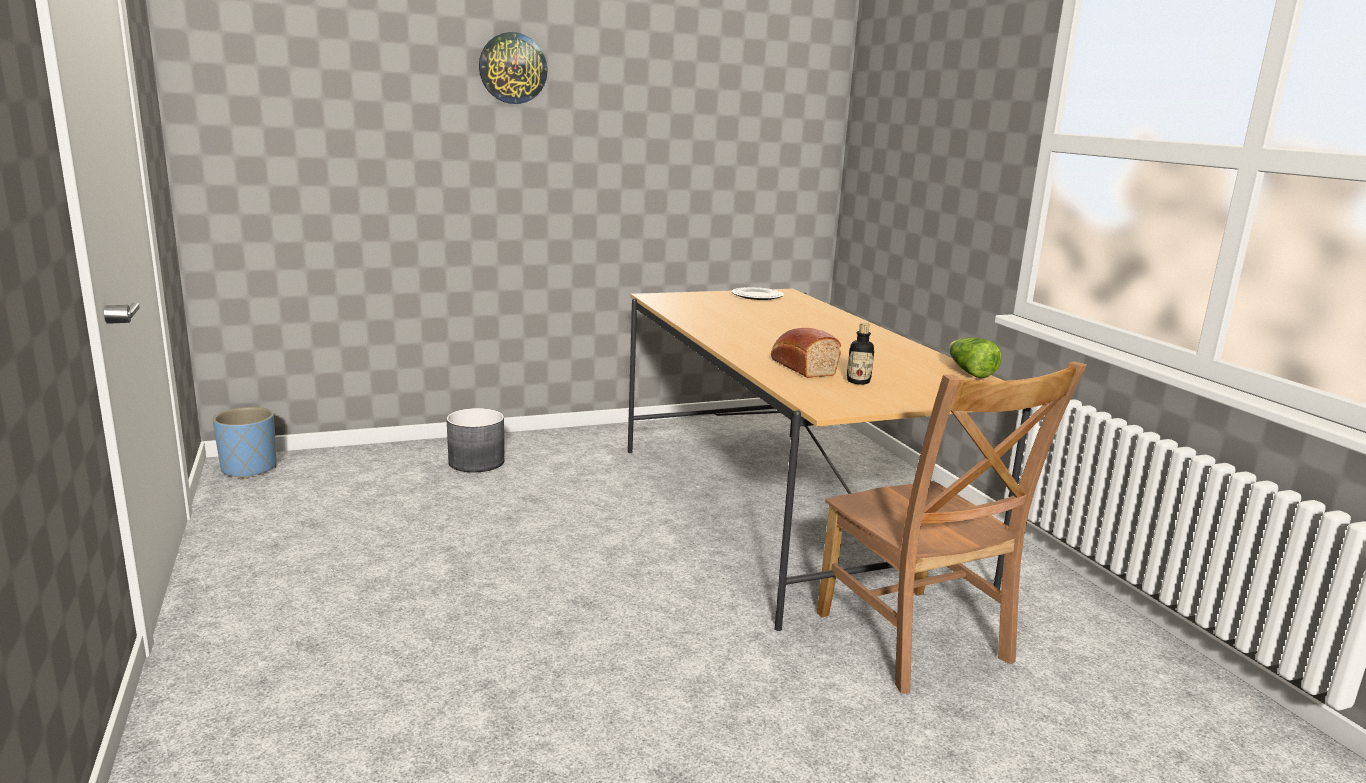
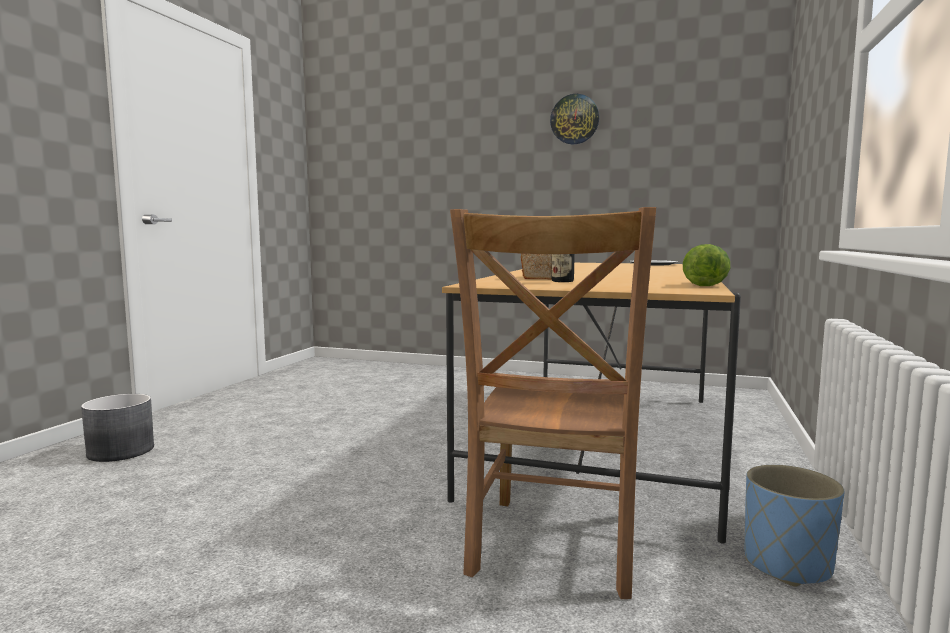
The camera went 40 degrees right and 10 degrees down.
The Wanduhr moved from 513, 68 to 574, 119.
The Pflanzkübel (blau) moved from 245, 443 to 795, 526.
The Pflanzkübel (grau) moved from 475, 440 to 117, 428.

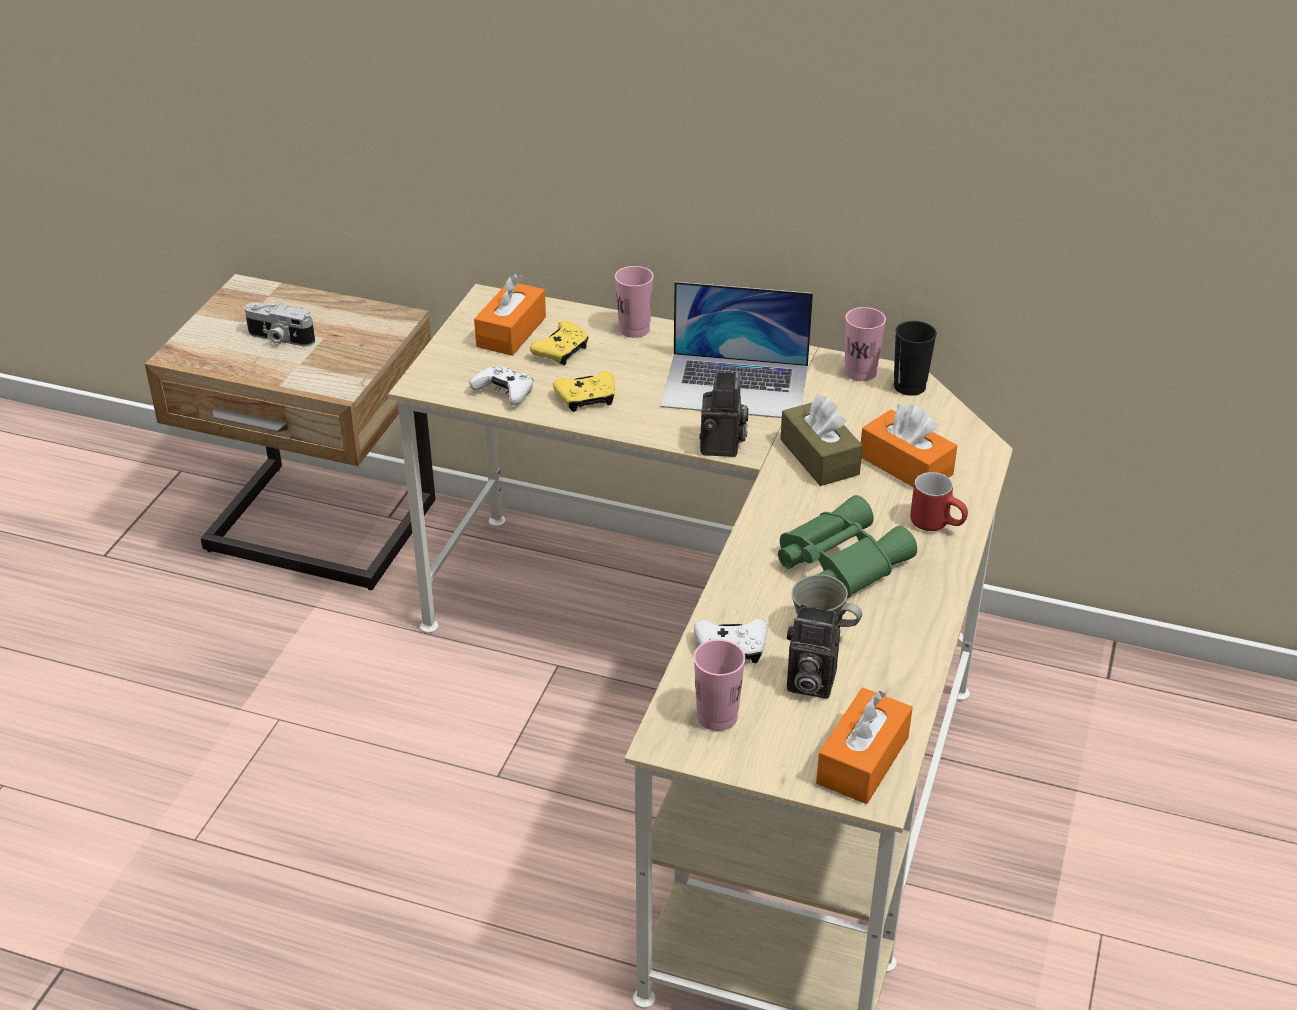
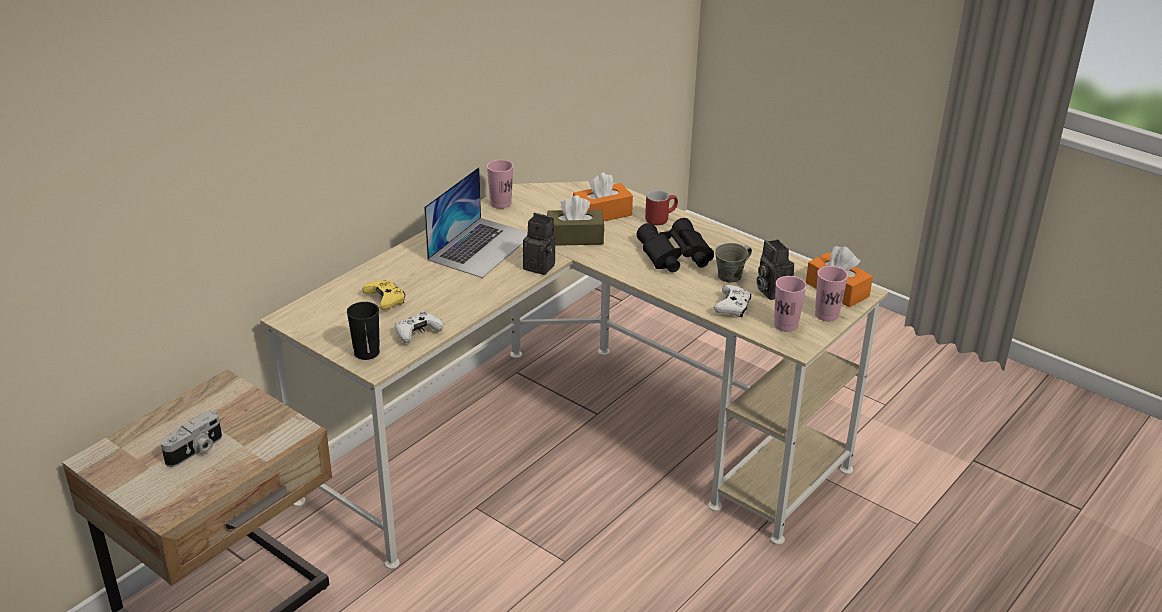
The camera went 70 degrees left and 5 degrees down.
The Tasse (rosa) moved from 634, 302 to 831, 293.
The Taschentuchbox (orange) at 510, 314 disappeared.
The Tasse (schwarz) moved from 915, 358 to 363, 331.
The Gamepad (gelb) at 584, 391 disappeared.
The Fernglas (grün) at 847, 546 became the Fernglas (schwarz) at 675, 245.
The Kamera at 813, 652 turned 120 degrees clockwise.

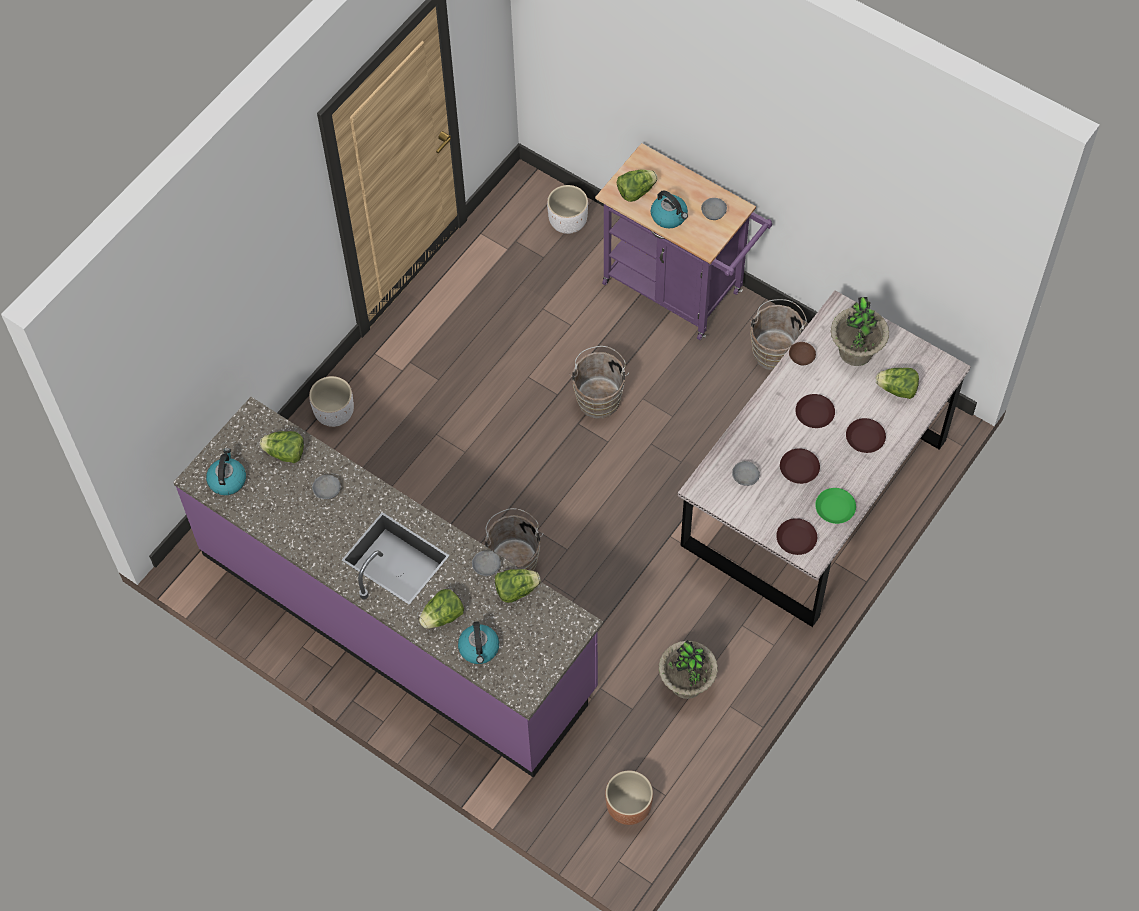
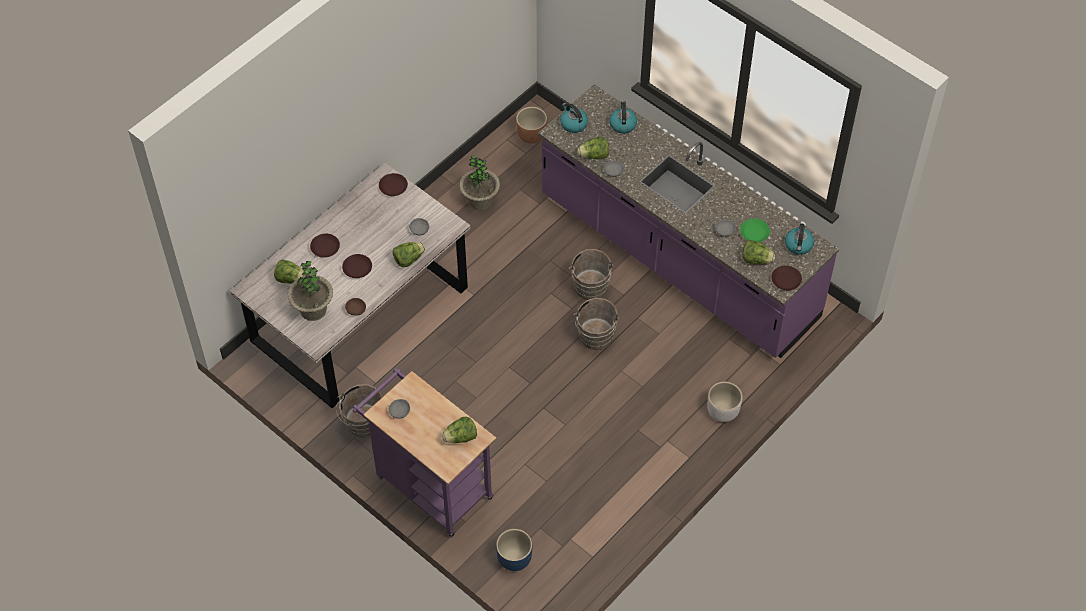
The camera went 175 degrees left and 5 degrees down.
The Pflanzkübel (weiß) at 567, 209 became the Pflanzkübel (blau) at 514, 550.
The Wasserkessel moved from 669, 209 to 574, 118.
The Eimer (braun) moved from 599, 382 to 596, 324.
The Teller (braun) moved from 800, 466 to 786, 278.
The Teller (grün) moved from 835, 506 to 755, 230.
The Salatkopf moved from 441, 608 to 409, 254.

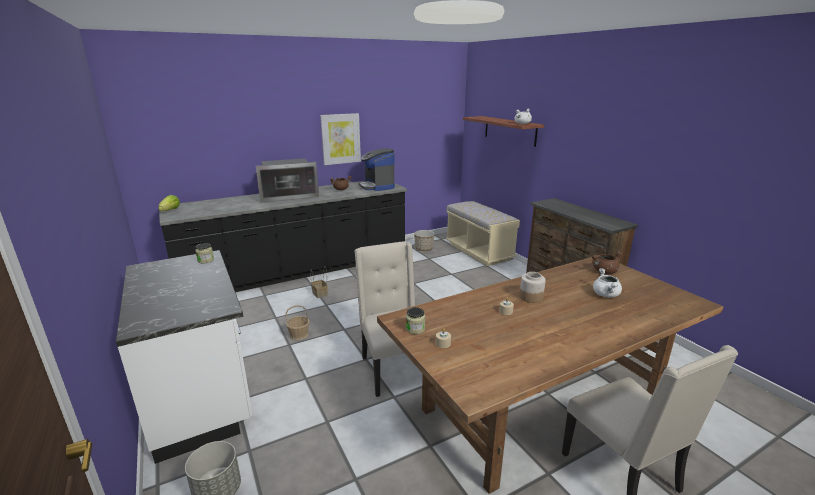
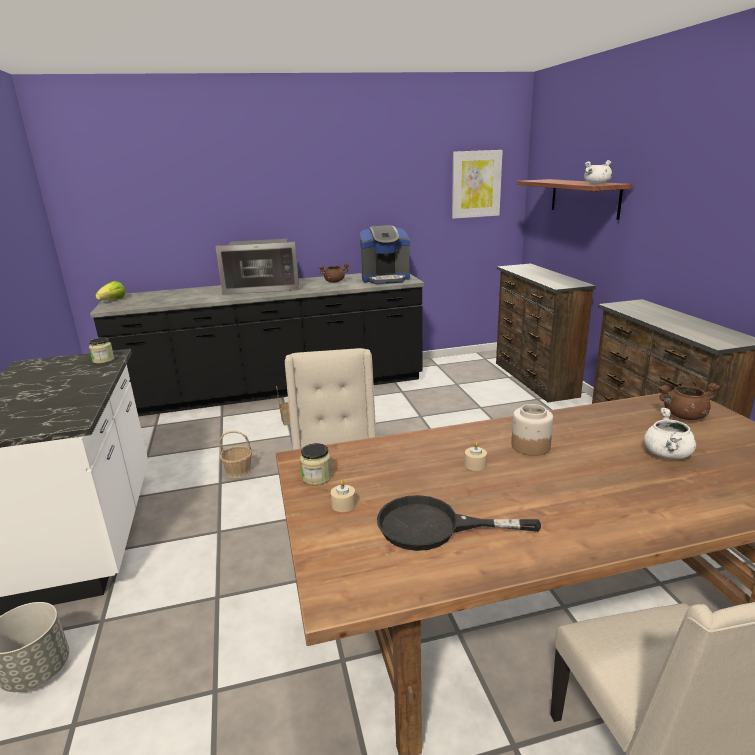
The camera went 15 degrees right and 0 degrees up.
The Bild moved from 340, 139 to 477, 184.
The Kaffeemaschine at 377, 170 turned 90 degrees counterclockwise.
The Bank (beige) at 483, 233 was replaced by the Kommode (braun) at 546, 333.
The Pflanzkübel at 424, 240 disappeared.
The Pfanne (schwarz) at 459, 523 appeared.

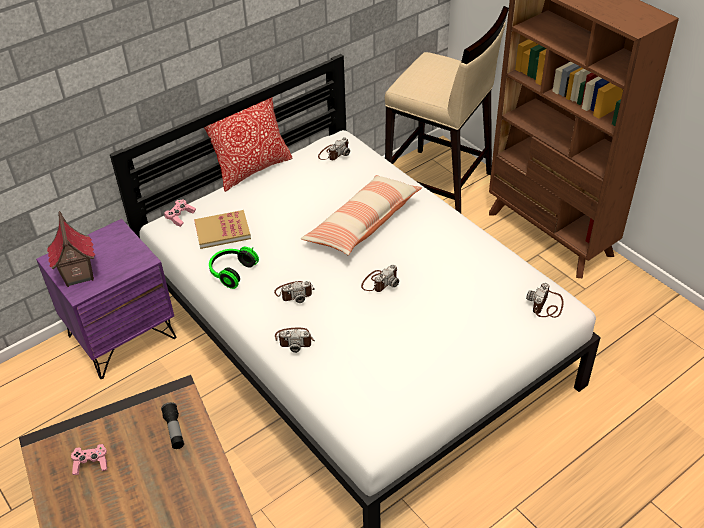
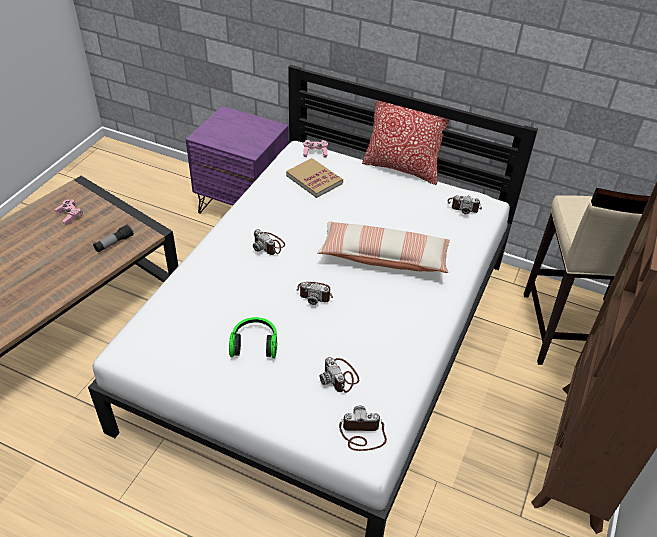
The camera went 60 degrees right and 0 degrees up.
The Spielzeughaus at 71, 249 disappeared.
The Kopfhörer moved from 234, 268 to 253, 337.
The Kamera moved from 295, 340 to 339, 375.

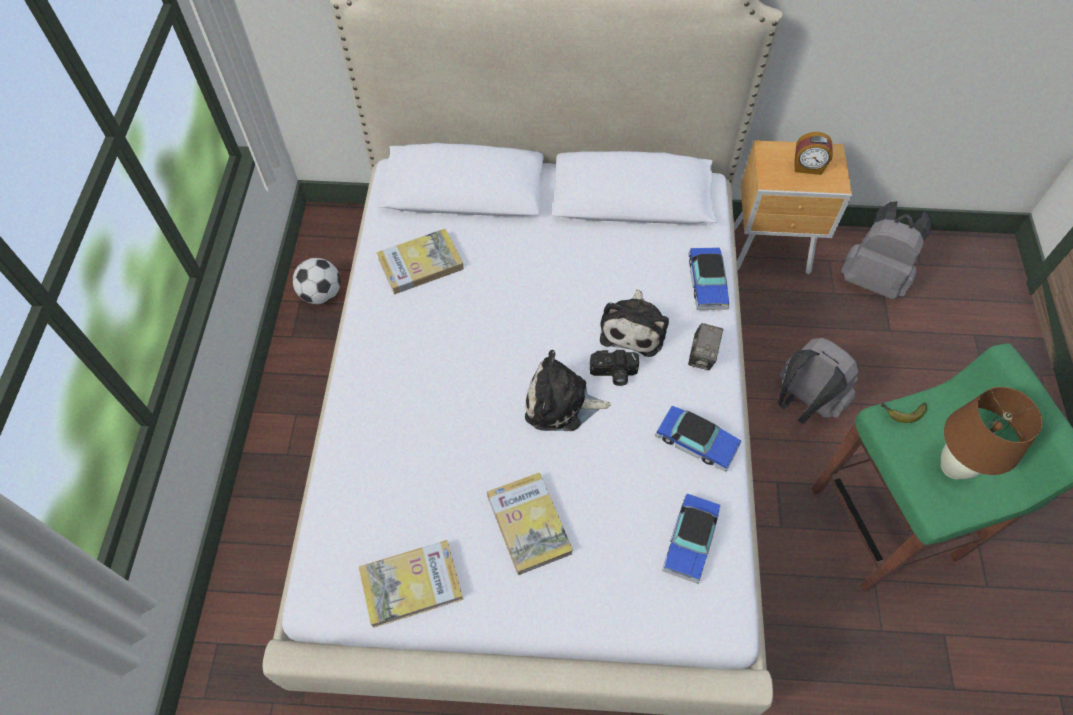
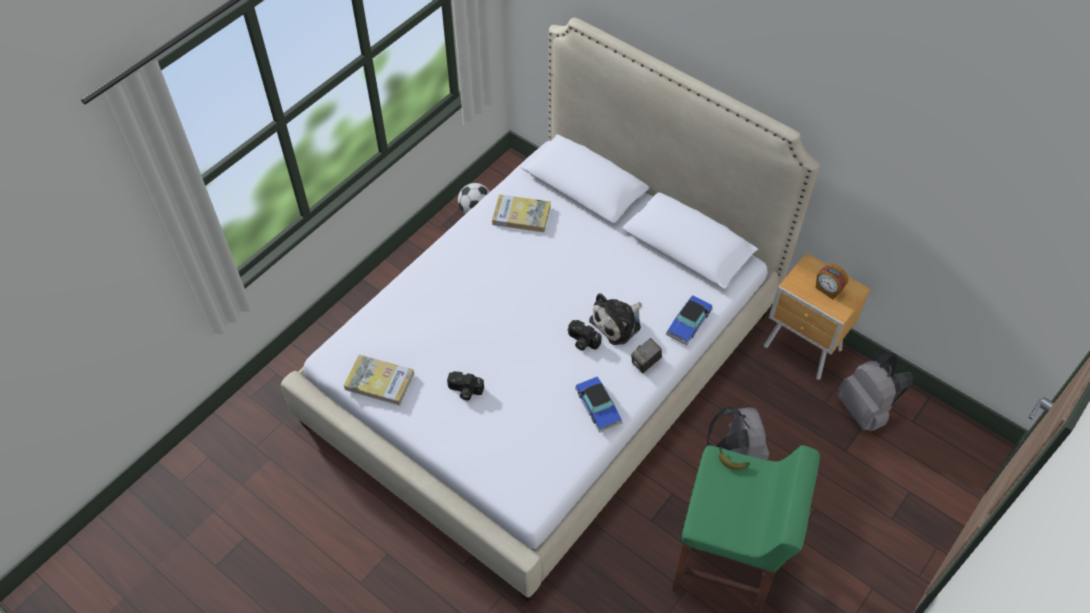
The camera went 35 degrees right and 5 degrees down.
The Plüschtier at 568, 390 disappeared.
The Tischlampe (braun) at 992, 433 disappeared.
The Buch at 530, 523 was replaced by the Kamera at 465, 385.
The Spielzeugauto at 691, 538 disappeared.

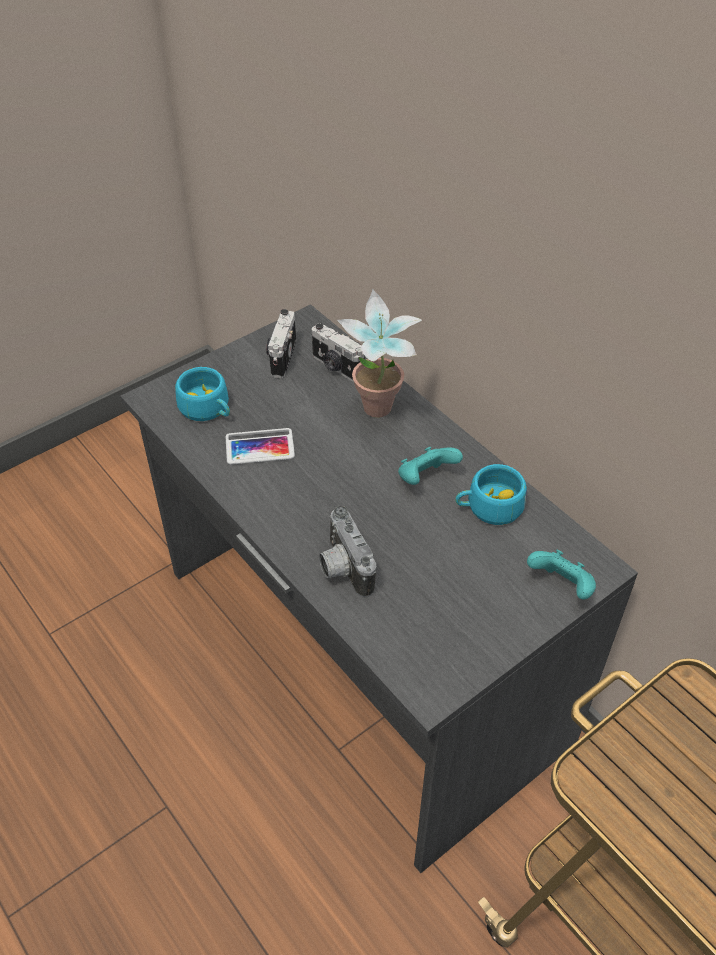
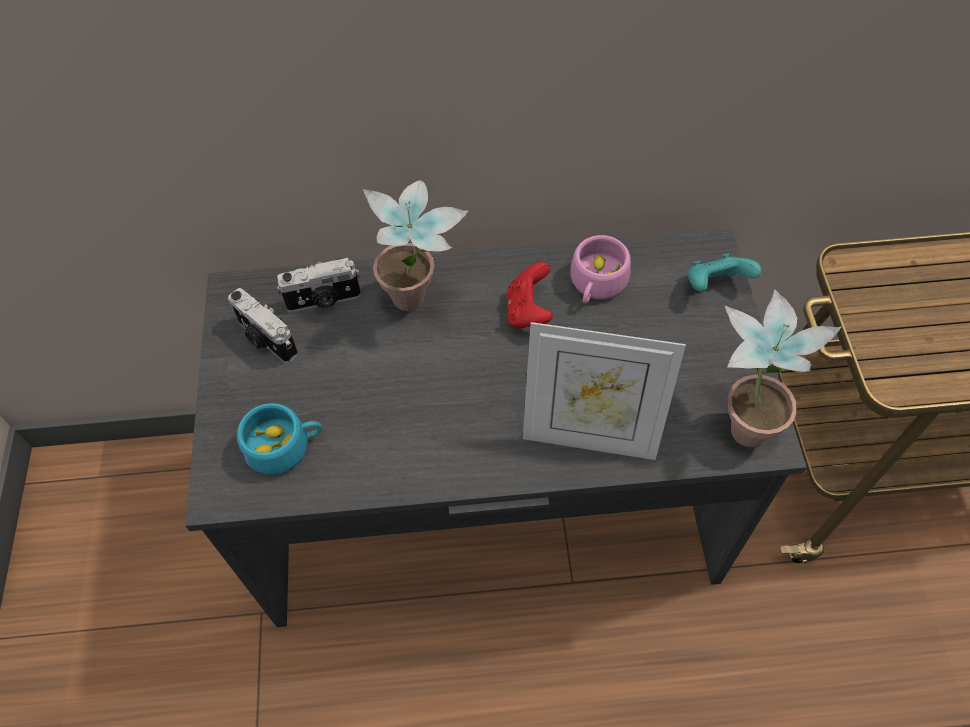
The camera went 55 degrees left and 10 degrees up.
The Handy at 260, 446 disappeared.
The Gamepad (türkis) at 430, 466 became the Gamepad (rot) at 529, 295.
The Tasse (türkis) at 491, 494 became the Tasse (rosa) at 600, 269.
The Kamera at 347, 551 was replaced by the Bilderrahmen at 604, 391.
The Topfpflanze at 783, 368 appeared.

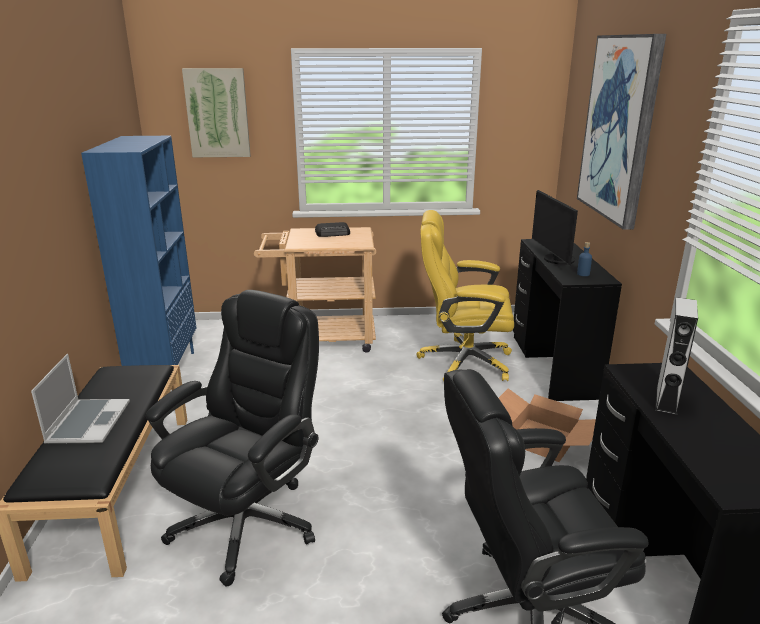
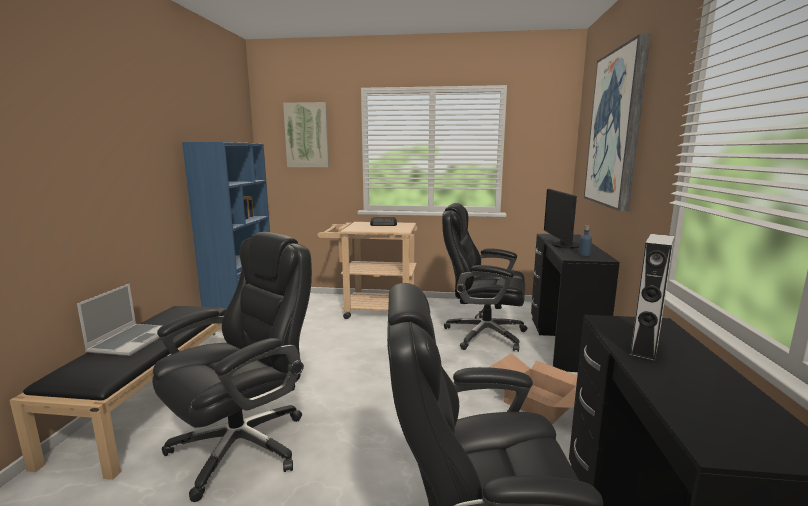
The camera went 10 degrees right and 10 degrees down.
The Bürostuhl (gelb) at 465, 295 became the Bürostuhl (schwarz) at 484, 277.

